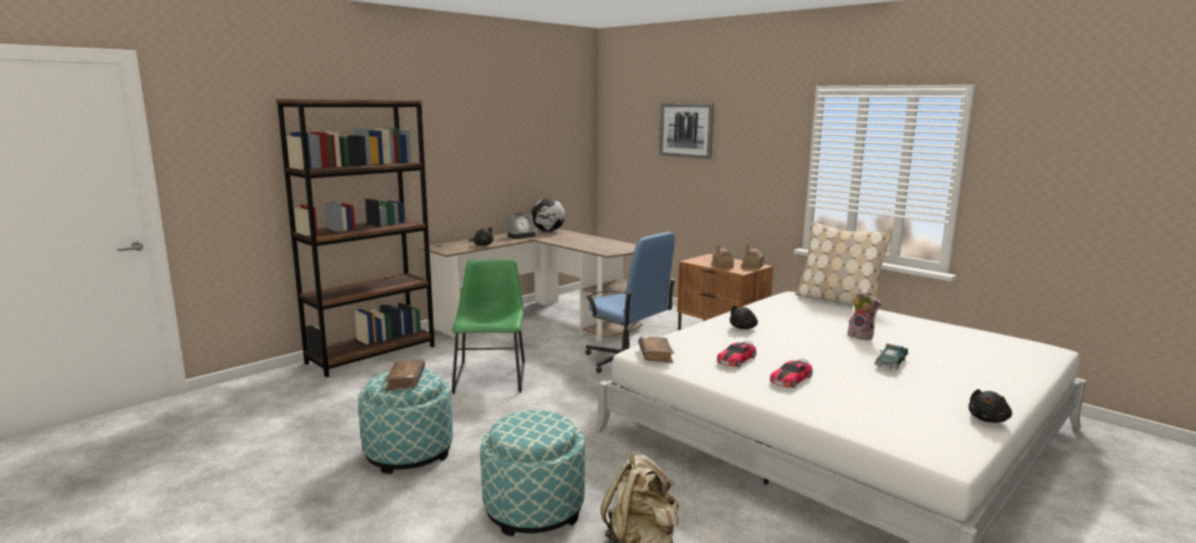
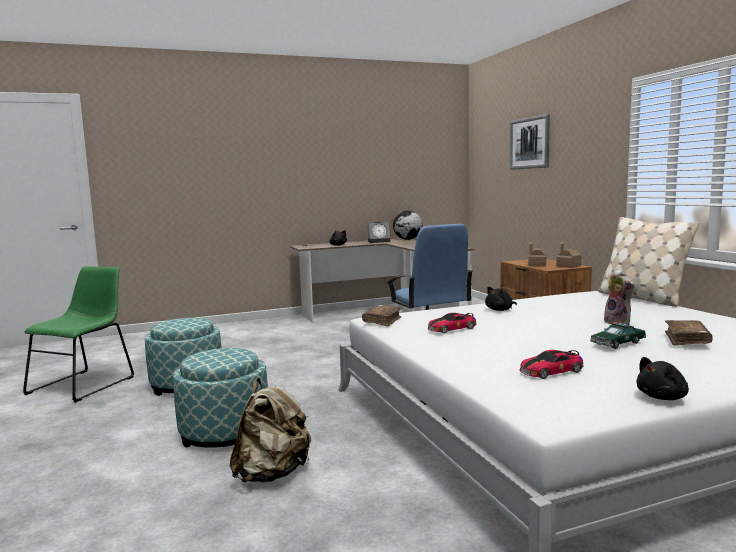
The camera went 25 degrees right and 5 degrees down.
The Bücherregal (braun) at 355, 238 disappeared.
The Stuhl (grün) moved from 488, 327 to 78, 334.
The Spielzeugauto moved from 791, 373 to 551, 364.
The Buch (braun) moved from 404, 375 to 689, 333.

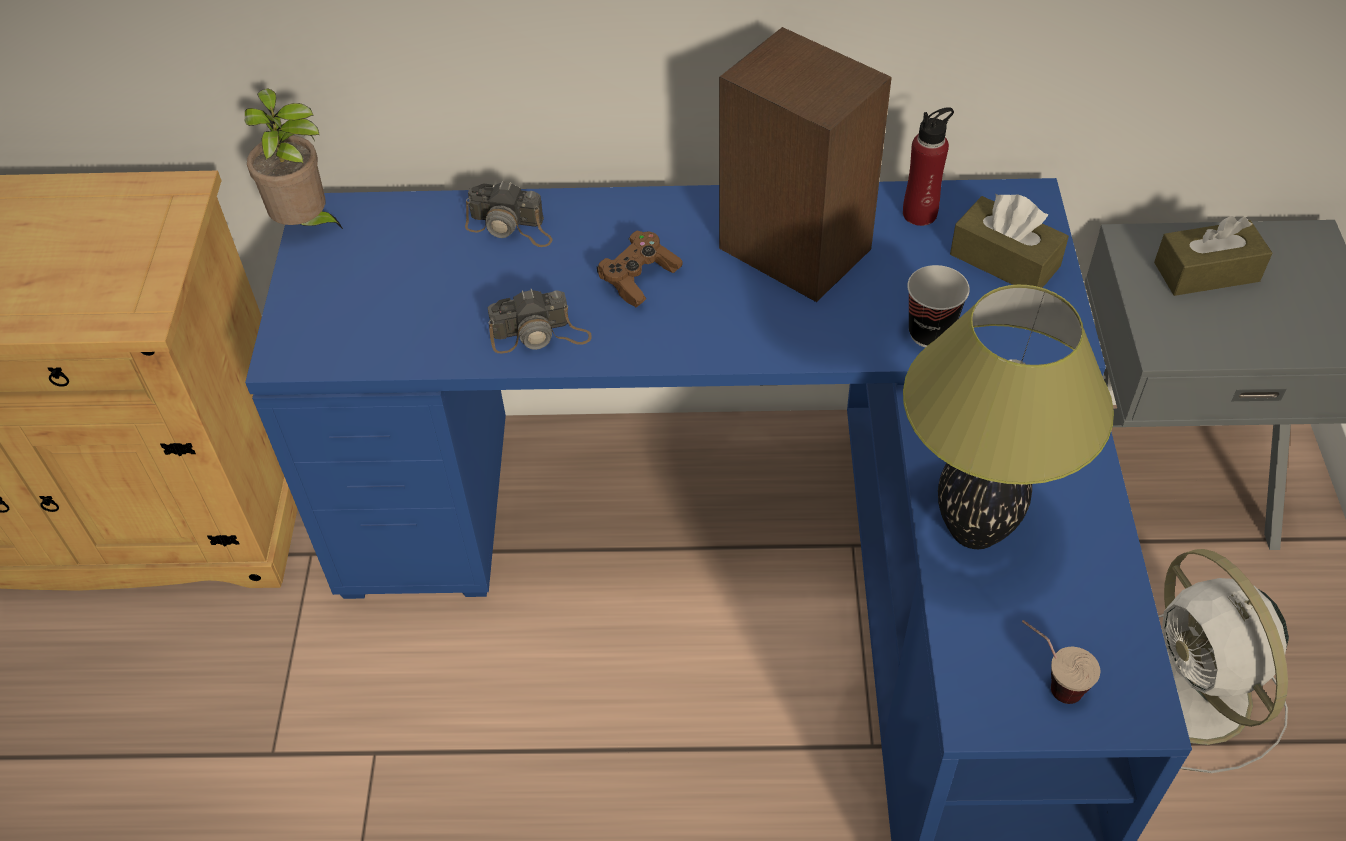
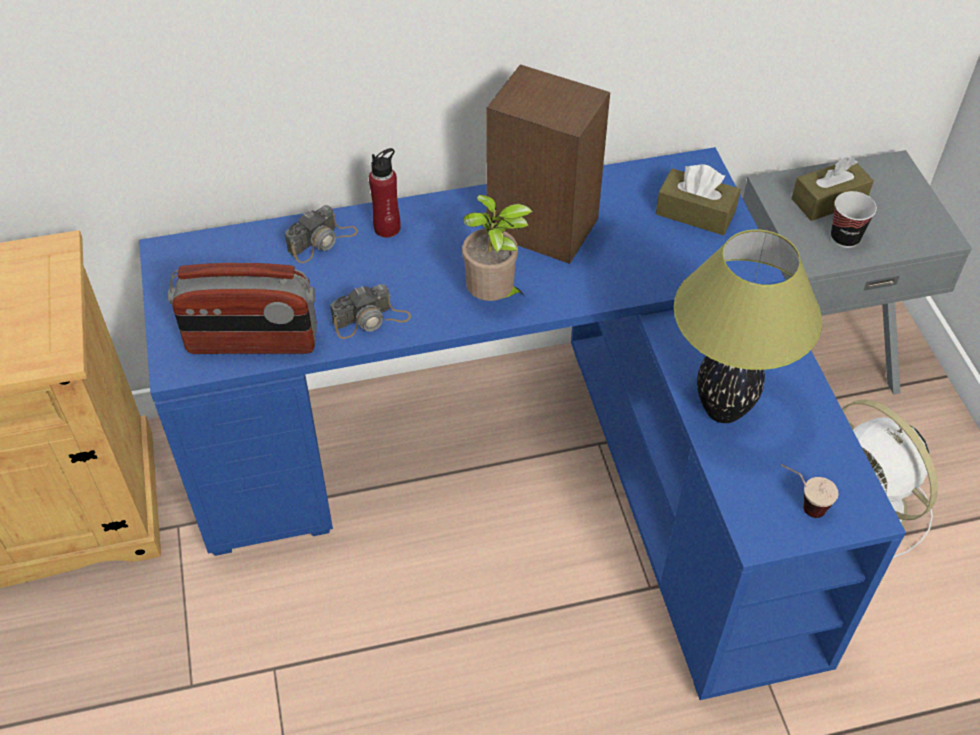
The camera went 15 degrees left and 0 degrees up.
The Topfpflanze moved from 294, 158 to 497, 248.
The Flasche (rot) moved from 928, 166 to 384, 193.
The Kamera at 509, 214 turned 45 degrees counterclockwise.
The Gamepad (braun) at 640, 269 disappeared.
The Tasse moved from 938, 306 to 854, 219.
The Radio at 242, 308 appeared.

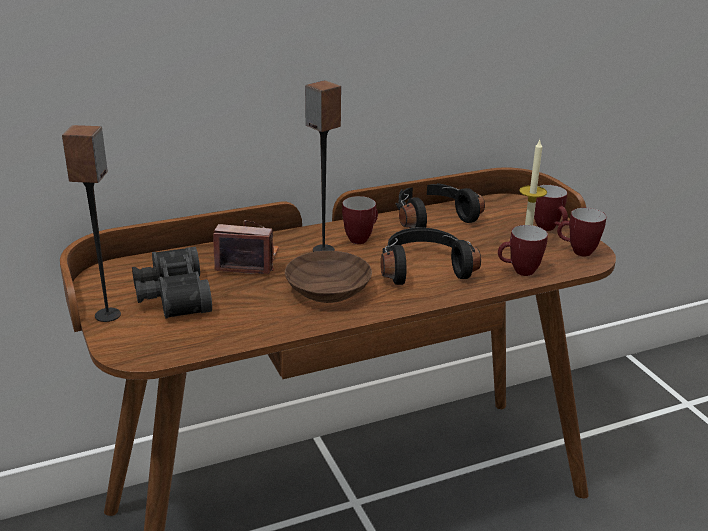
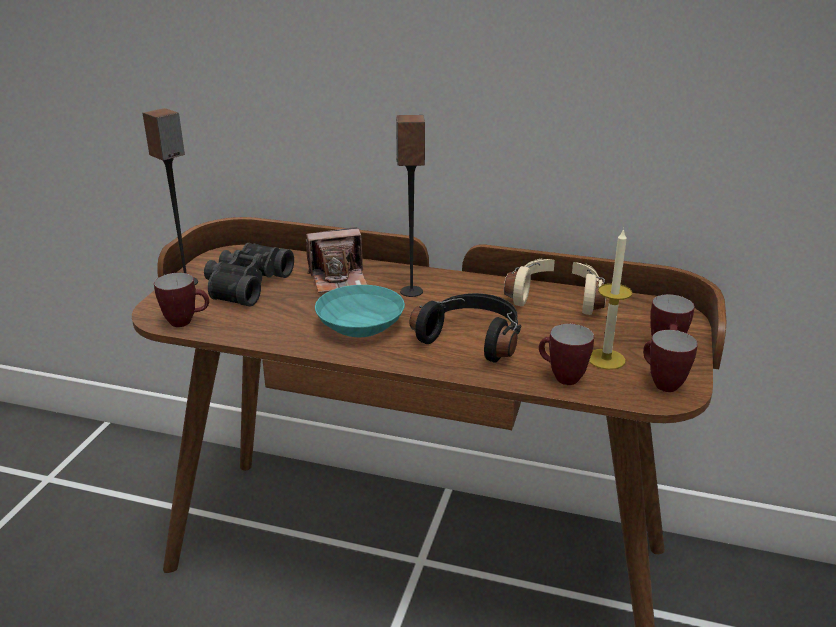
The camera went 40 degrees right and 0 degrees up.
The Kopfhörer (schwarz) at 440, 205 became the Kopfhörer (beige) at 555, 286.
The Henkelbecher moved from 360, 220 to 181, 300.
The Kamera at 246, 247 turned 120 degrees clockwise.
The Schüssel (braun) at 328, 277 became the Schüssel (türkis) at 360, 311.

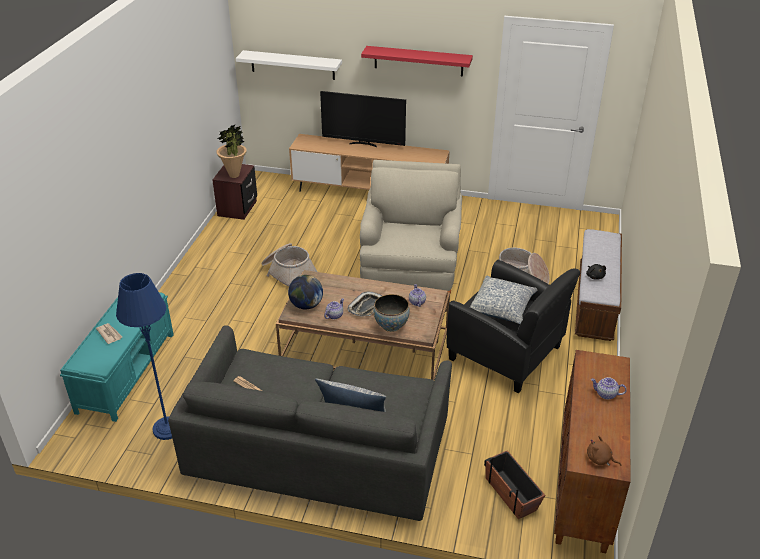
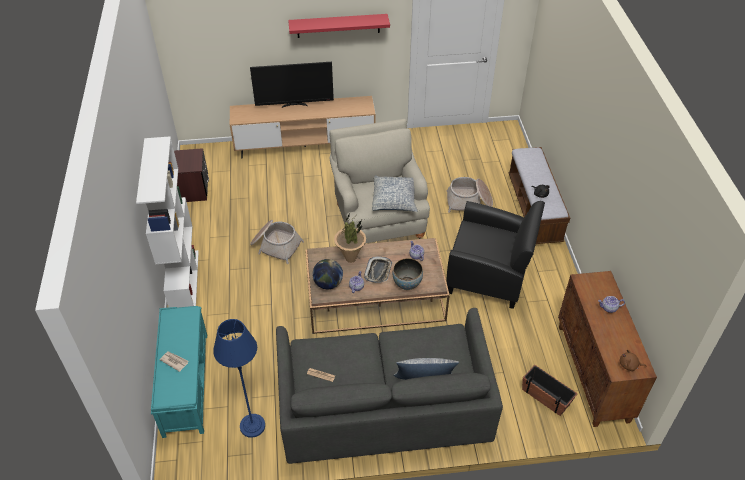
The camera went 20 degrees left and 10 degrees up.
The Wandregal (weiß) at 289, 65 disappeared.
The Topfpflanze moved from 231, 151 to 350, 238.
The Kissen moved from 503, 300 to 394, 193.
The Bücherregal (weiß) at 167, 221 appeared.

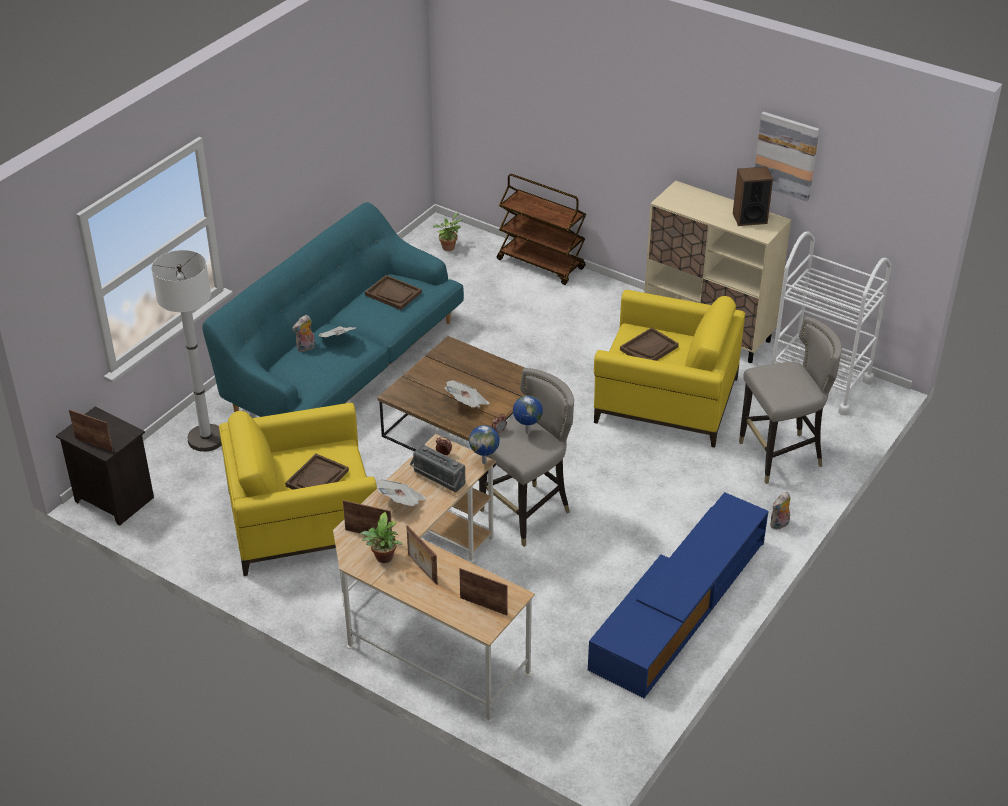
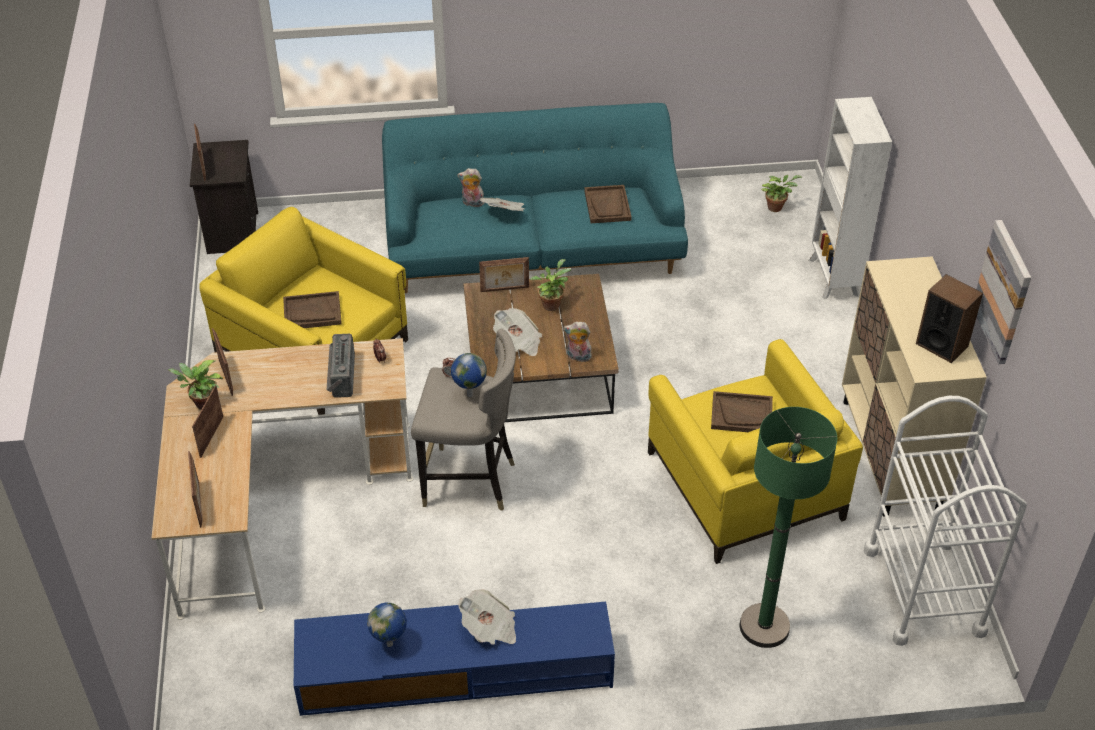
The camera went 50 degrees right and 5 degrees up.
The Rollwagen (braun) at 541, 229 was replaced by the Bücherregal (weiß) at 850, 198.
The Stehlampe (weiß) at 186, 351 disappeared.
The Hocker (grau) at 790, 400 was replaced by the Stehlampe (grün) at 788, 527.
The Globus moved from 484, 444 to 387, 625.
The Zeitung moved from 401, 493 to 487, 617.
The Plüschtier moved from 780, 511 to 577, 341.
The Bilderrahmen at 504, 274 appeared.
The Topfpflanze at 550, 285 appeared.

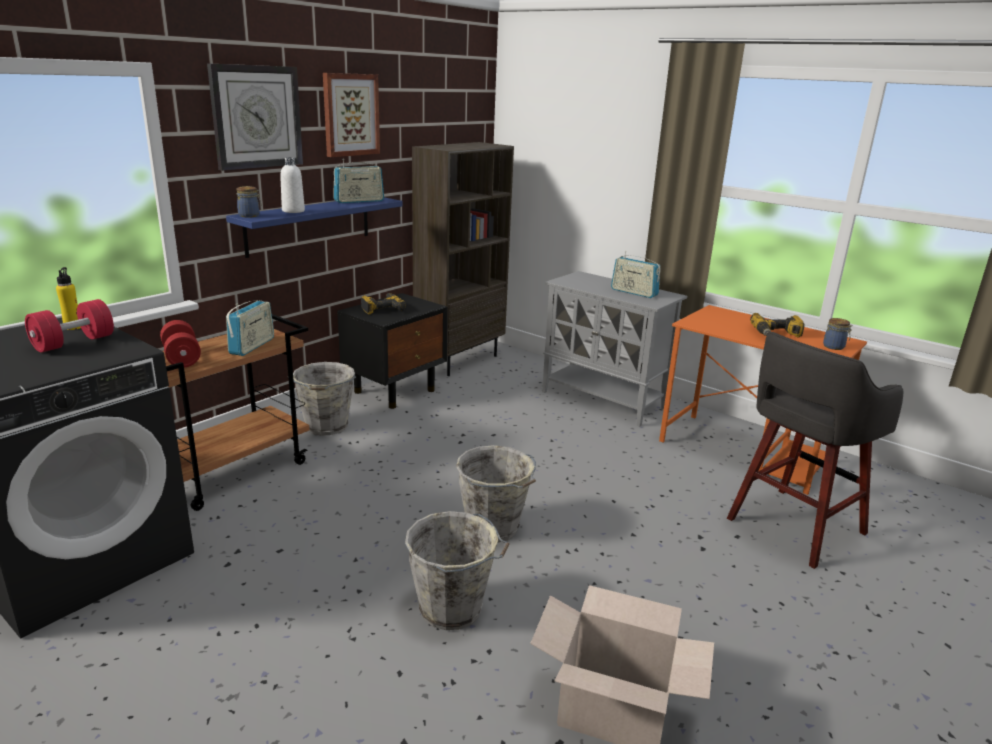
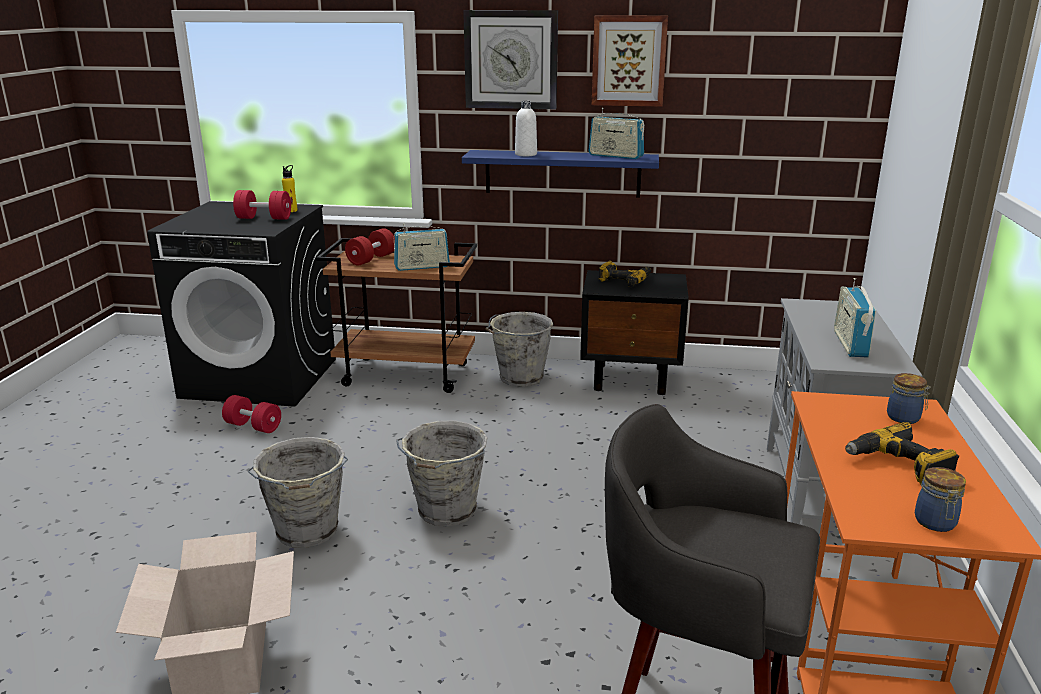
The camera went 60 degrees right and 0 degrees up.
The Bücherregal (braun) at 463, 259 disappeared.
The Vorratsglas moved from 248, 202 to 909, 398.
The Hantel (rot) at 251, 414 appeared.

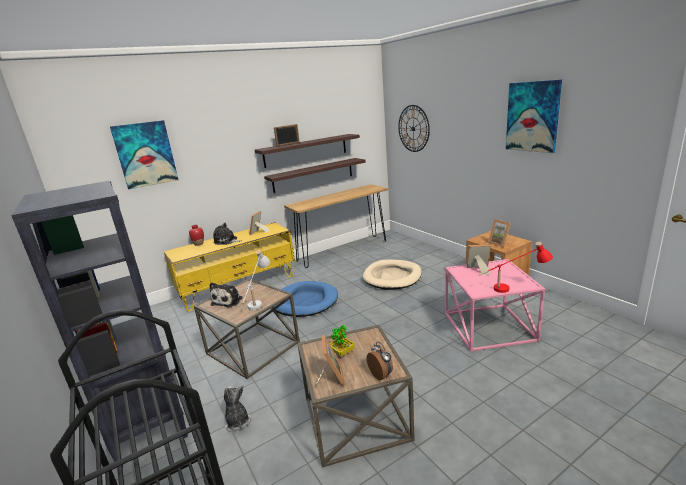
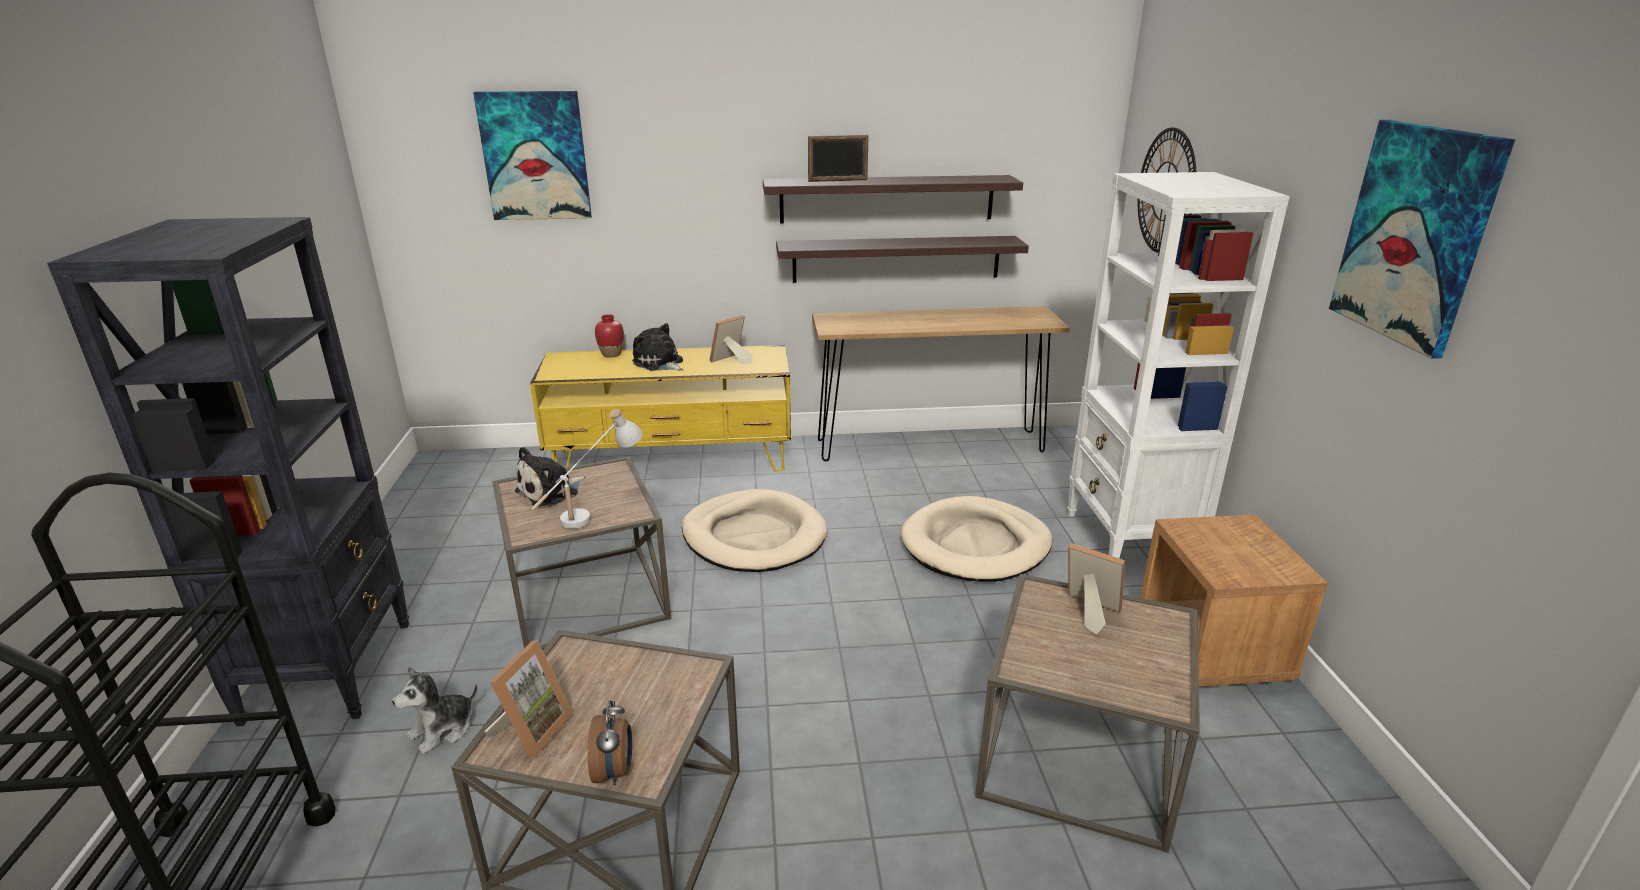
The camera went 25 degrees right and 5 degrees up.
The Bilderrahmen at 499, 233 disappeared.
The Tischlampe (rot) at 515, 267 disappeared.
The Beistelltisch (rosa) at 495, 305 became the Beistelltisch (braun) at 1087, 713.
The Hundebett (blau) at 305, 299 became the Hundebett (beige) at 755, 530.
The Topfpflanze at 342, 341 disappeared.
The Plüschtier at 237, 408 turned 135 degrees counterclockwise.
The Bücherregal (weiß) at 1178, 365 appeared.

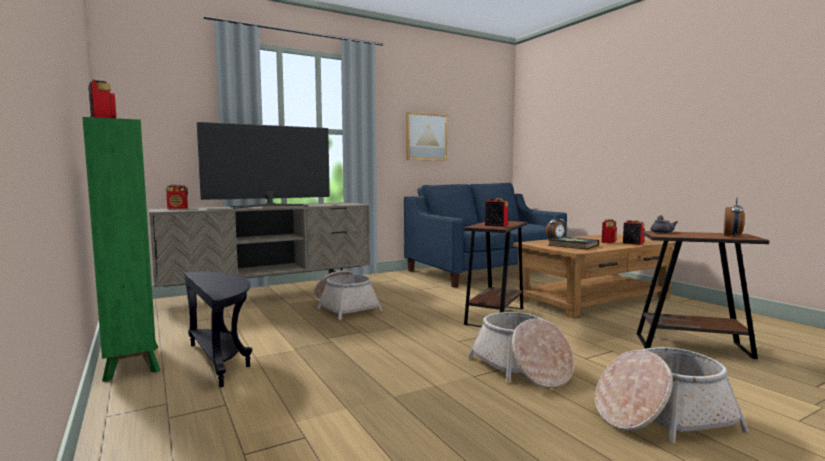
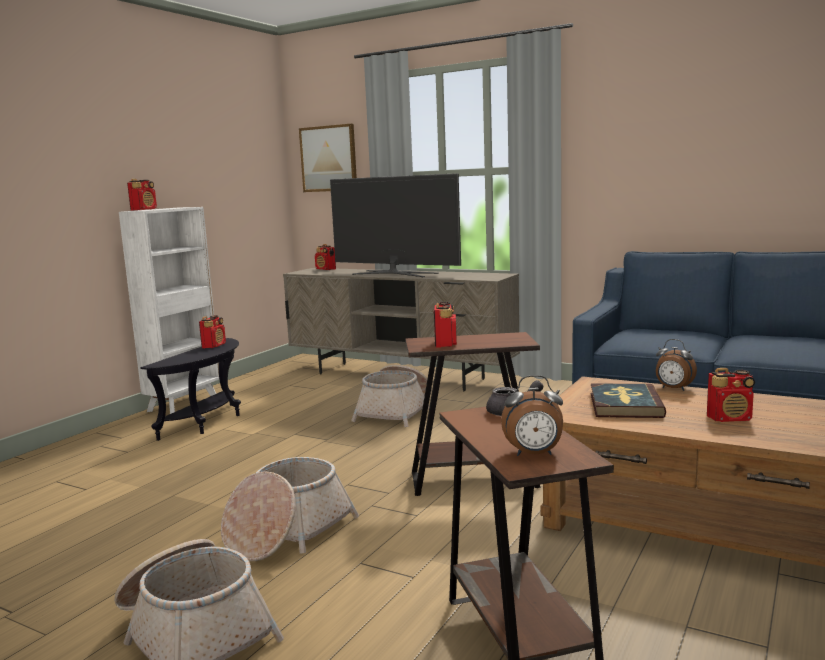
The camera went 60 degrees right and 5 degrees up.
The Bild moved from 426, 136 to 328, 158.
The Bücherregal (grün) at 121, 249 became the Bücherregal (weiß) at 169, 310.
The Radio moved from 634, 232 to 212, 331.

